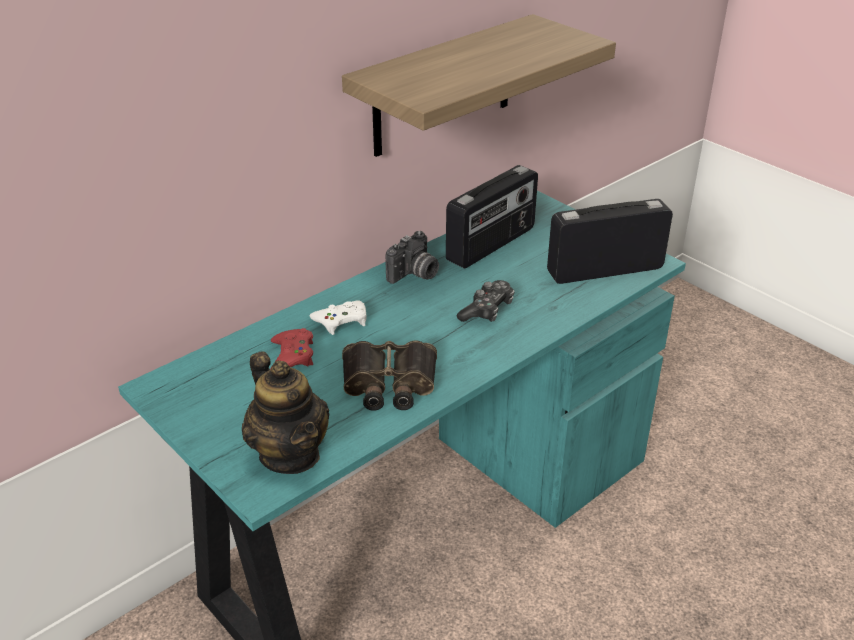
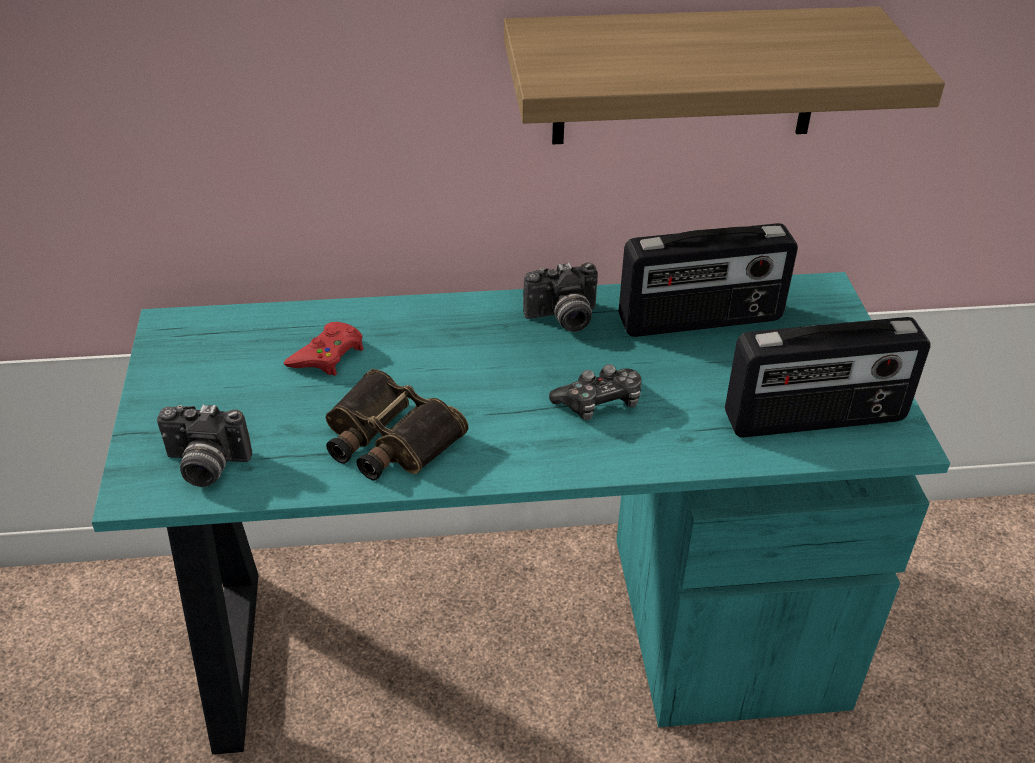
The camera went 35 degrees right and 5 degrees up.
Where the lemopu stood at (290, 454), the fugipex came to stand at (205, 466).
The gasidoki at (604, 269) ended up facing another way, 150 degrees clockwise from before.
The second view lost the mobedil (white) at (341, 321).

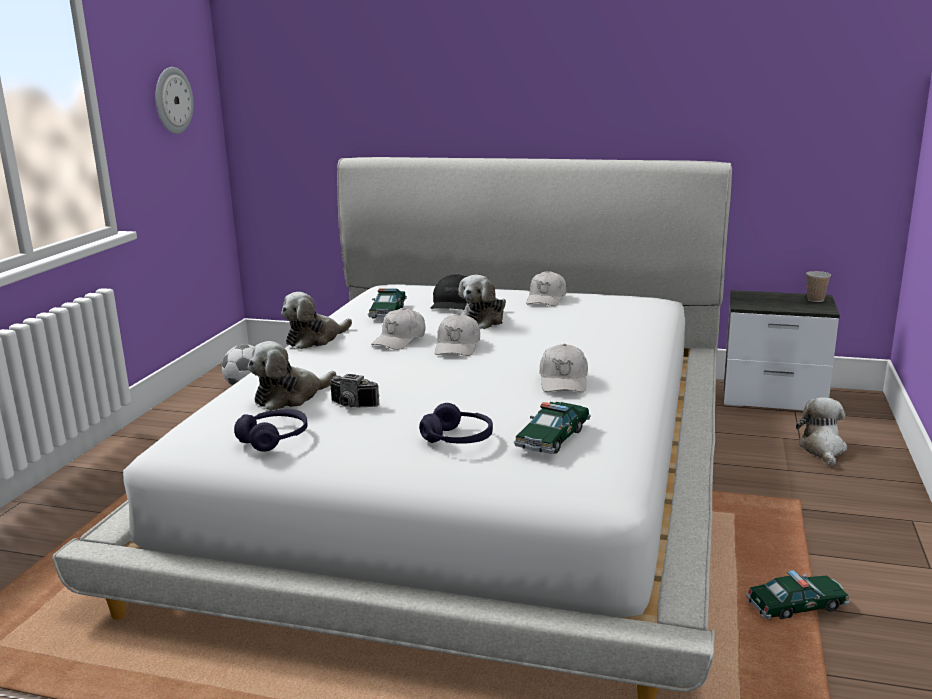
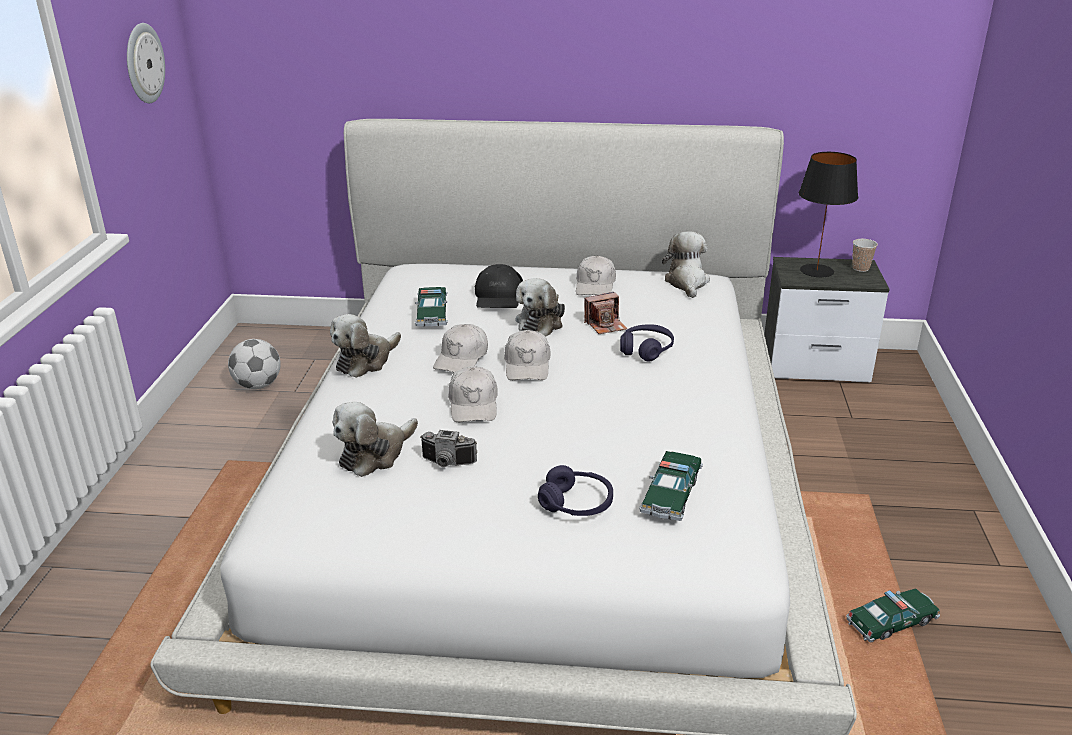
The camera went 10 degrees left and 10 degrees up.
The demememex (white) ended up elsewhere, having gone from (564, 381) to (473, 404).
The second view gained the fugipex at (605, 325).
The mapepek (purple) ended up elsewhere, having gone from (274, 438) to (646, 350).
The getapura ended up elsewhere, having gone from (822, 449) to (687, 282).
The second view gained the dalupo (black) at (816, 271).

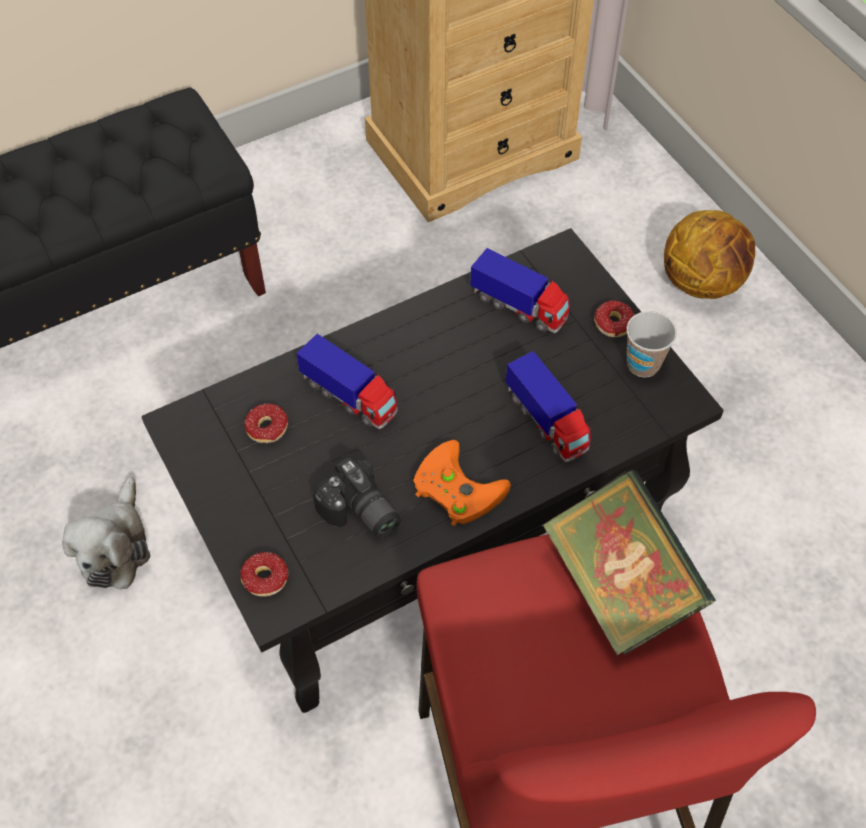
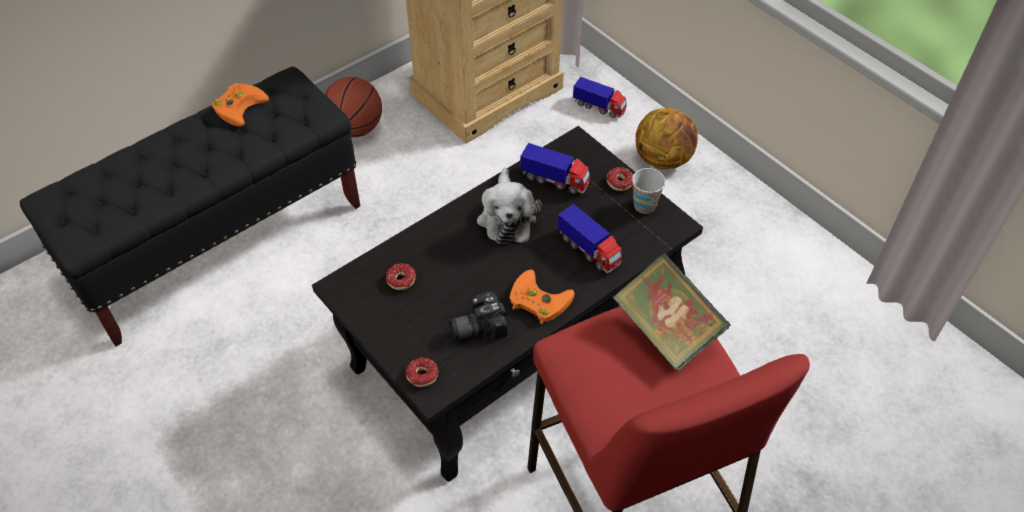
The camera went 10 degrees left and 5 degrees down.
The second view gained the mobedil (orange) at (239, 105).
The second view gained the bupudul at (355, 129).
The fugipex at (359, 514) ended up facing another way, 120 degrees clockwise from before.
The getapura ended up elsewhere, having gone from (115, 547) to (507, 217).
The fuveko ended up elsewhere, having gone from (350, 397) to (599, 107).

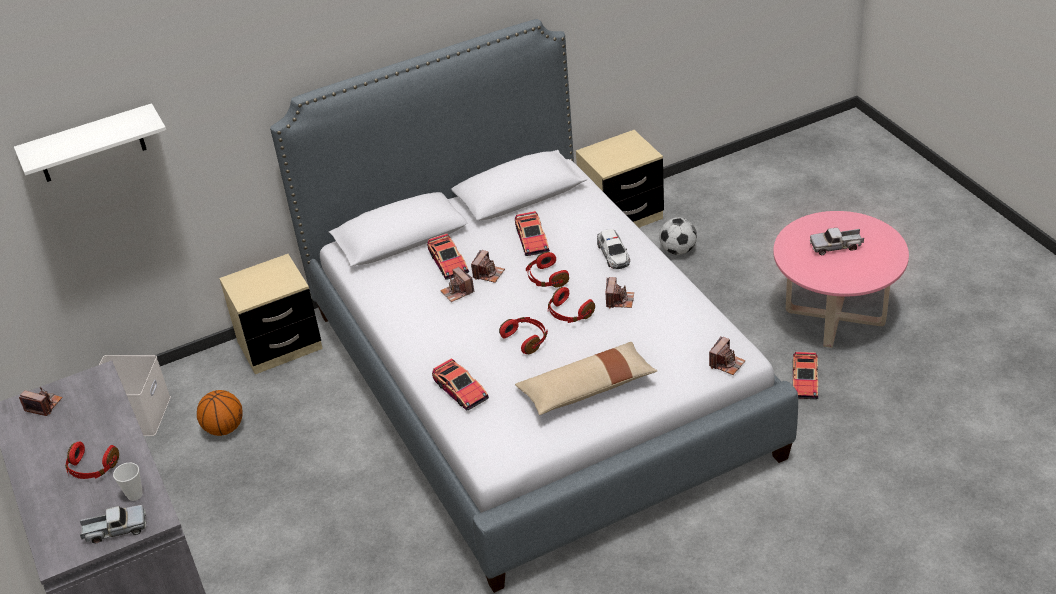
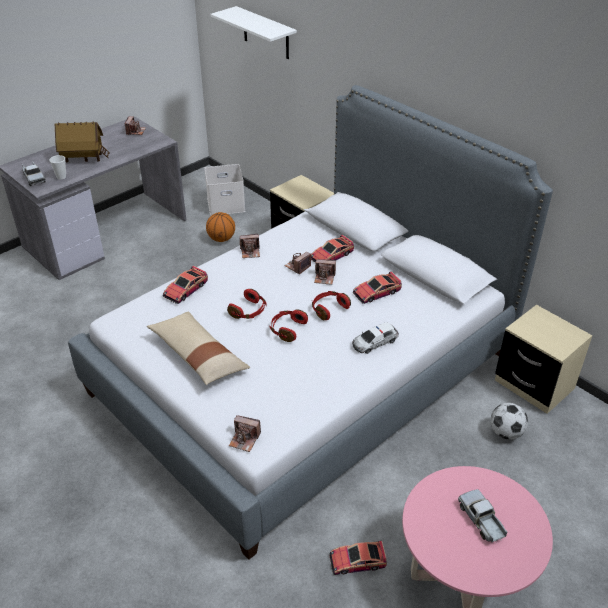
The camera went 70 degrees right and 0 degrees up.
Where the mapepek (red) stood at (92, 468), the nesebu came to stand at (84, 158).
The fugipex ended up elsewhere, having gone from (619, 300) to (250, 252).

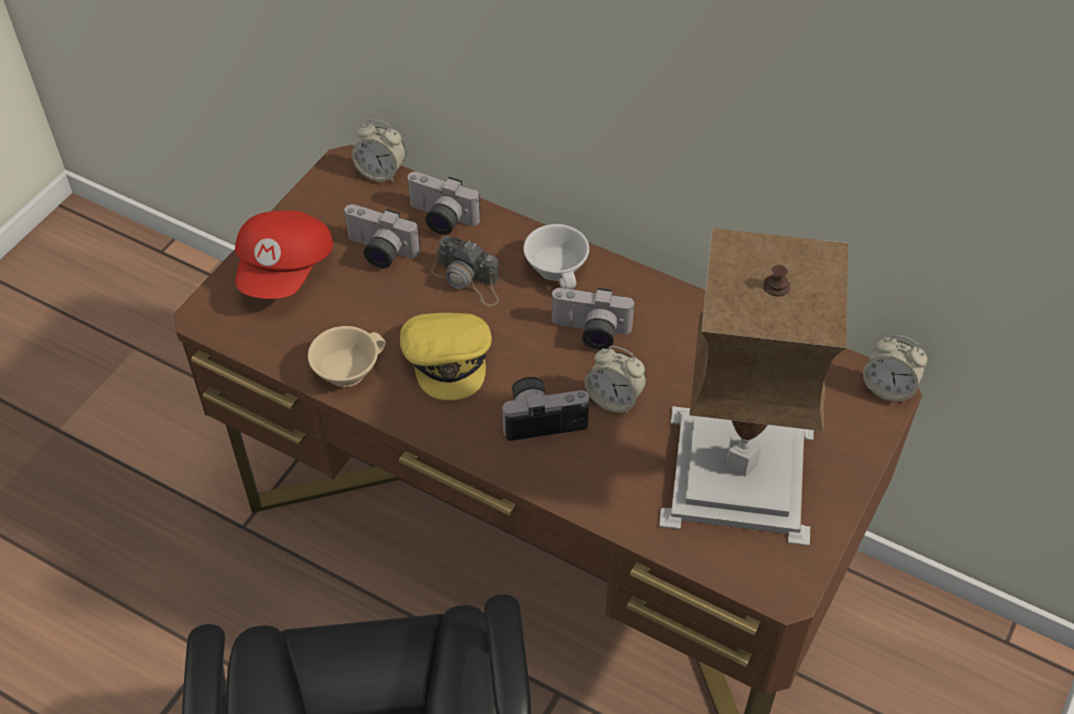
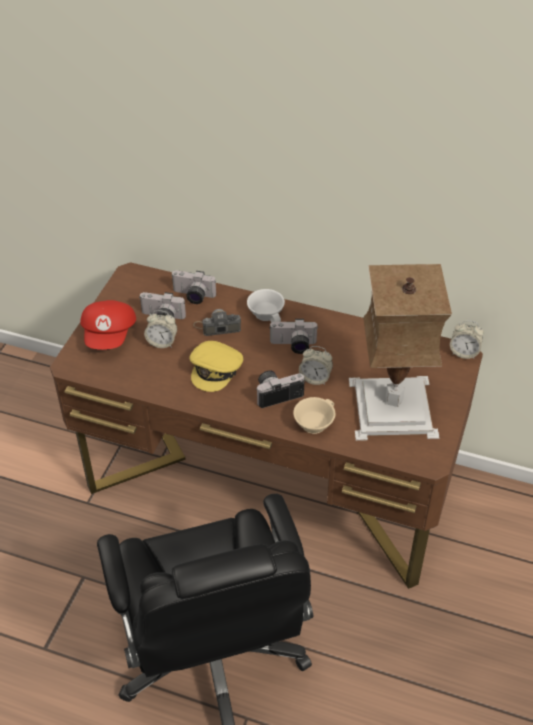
The camera went 10 degrees left and 5 degrees down.
The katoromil ended up elsewhere, having gone from (381, 172) to (162, 342).
The demememex (yellow) at (448, 358) ended up facing another way, 45 degrees clockwise from before.
The fugipex at (468, 280) ended up facing another way, 150 degrees clockwise from before.
The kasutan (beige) ended up elsewhere, having gone from (346, 368) to (313, 422).

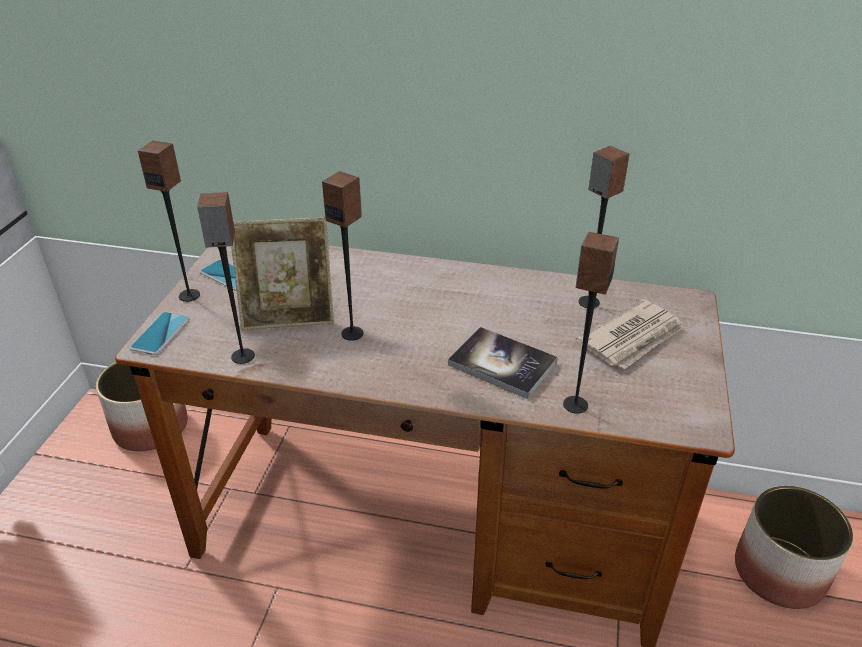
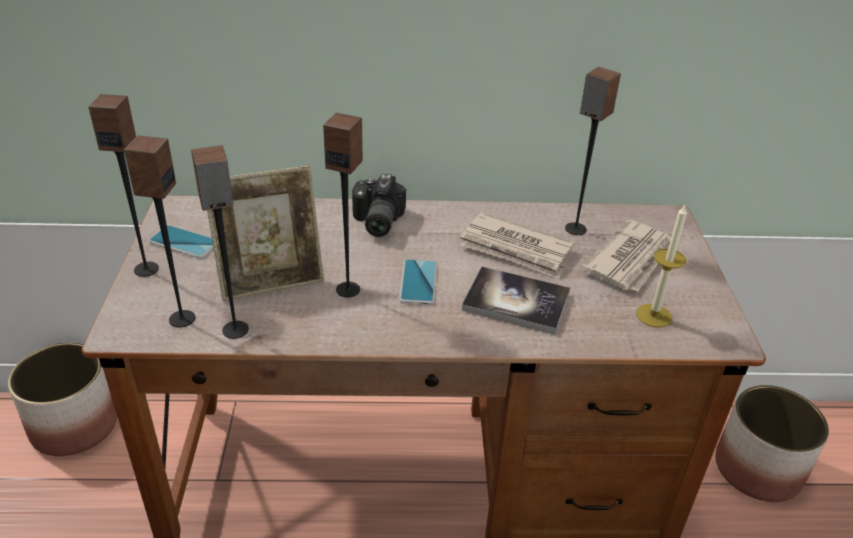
The camera went 15 degrees left and 0 degrees up.
The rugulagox ended up elsewhere, having gone from (574, 404) to (181, 319).
The second view gained the fugipex at (375, 222).
The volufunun ended up elsewhere, having gone from (160, 334) to (418, 282).
The second view gained the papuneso at (516, 249).
The second view gained the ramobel at (654, 315).

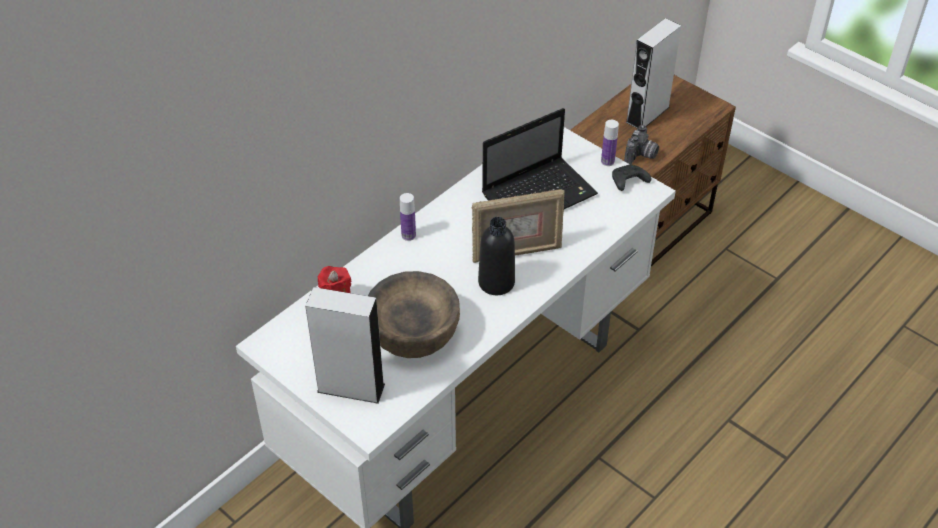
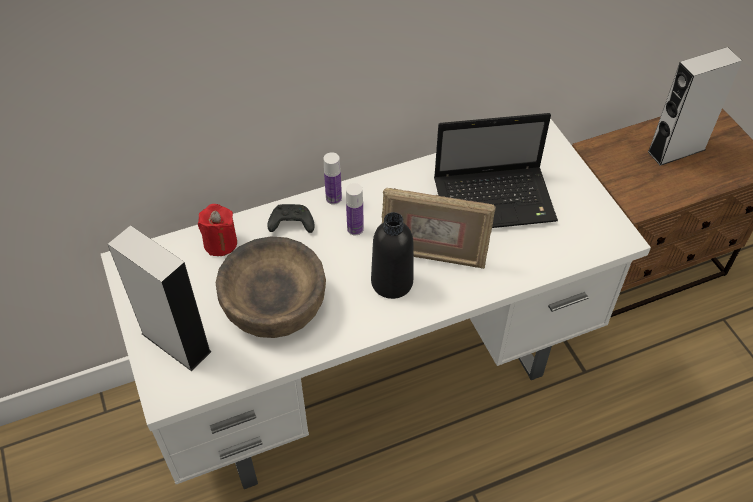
The camera went 25 degrees right and 5 degrees up.
The mobedil (black) ended up elsewhere, having gone from (628, 182) to (290, 224).
The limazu ended up elsewhere, having gone from (607, 161) to (355, 229).
The second view lost the fugipex at (641, 156).

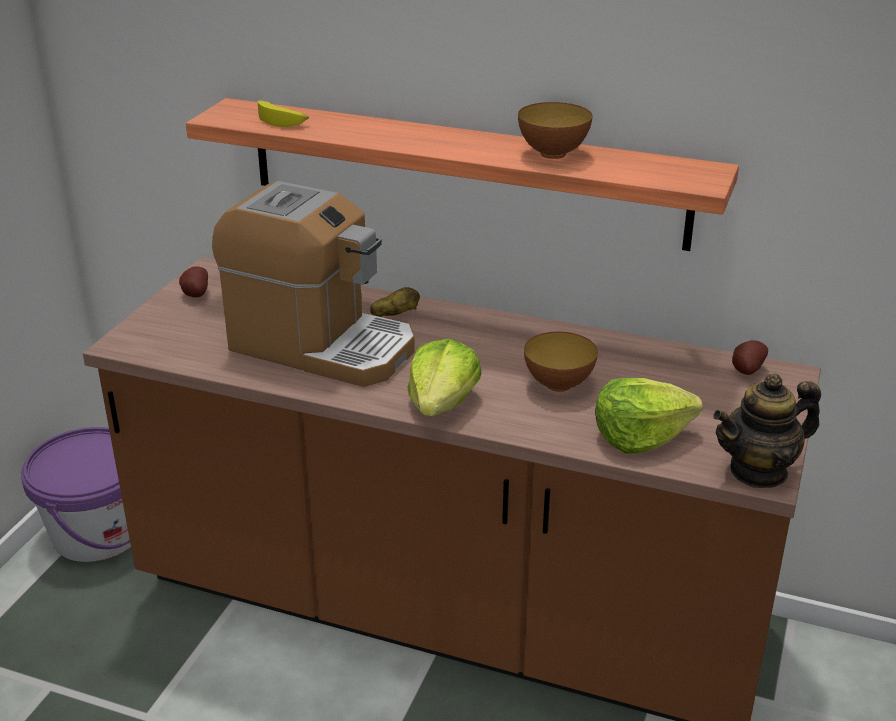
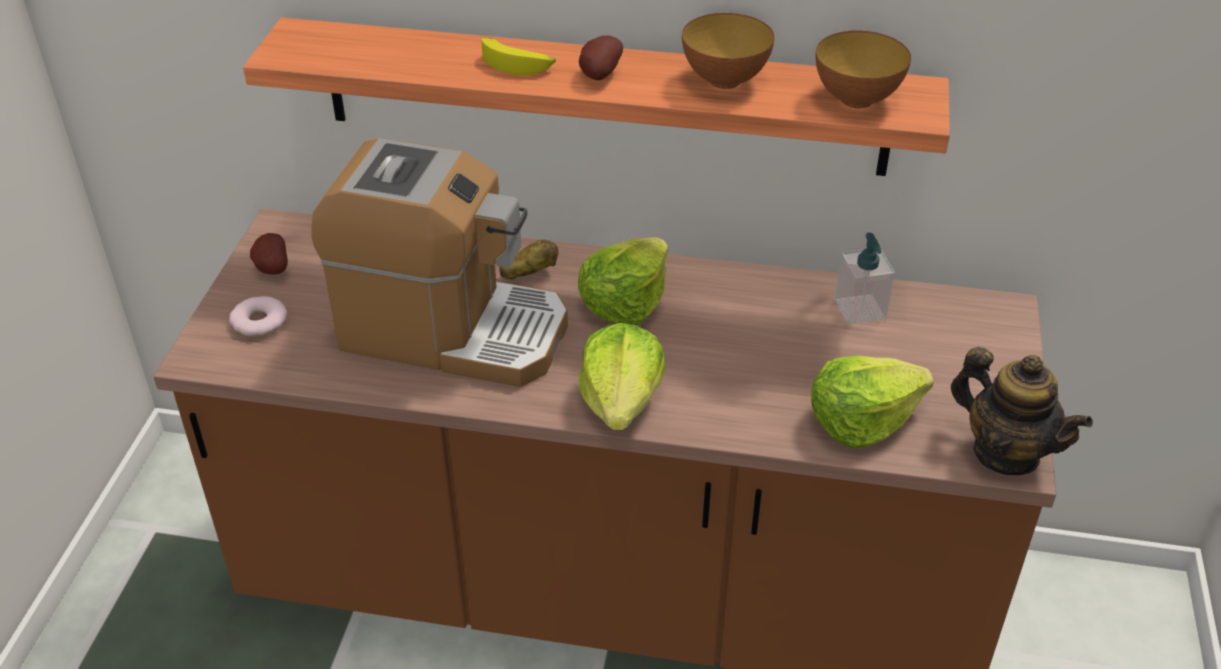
The camera went 10 degrees left and 10 degrees up.
The second view gained the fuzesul at (259, 322).
The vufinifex ended up elsewhere, having gone from (282, 121) to (517, 64).
The second view gained the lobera at (625, 302).
The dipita ended up elsewhere, having gone from (745, 370) to (598, 75).
The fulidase ended up elsewhere, having gone from (558, 385) to (856, 100).
The second view gained the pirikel at (860, 309).
The lemopu at (759, 471) ended up facing another way, 105 degrees counterclockwise from before.
The second view lost the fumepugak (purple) at (98, 533).

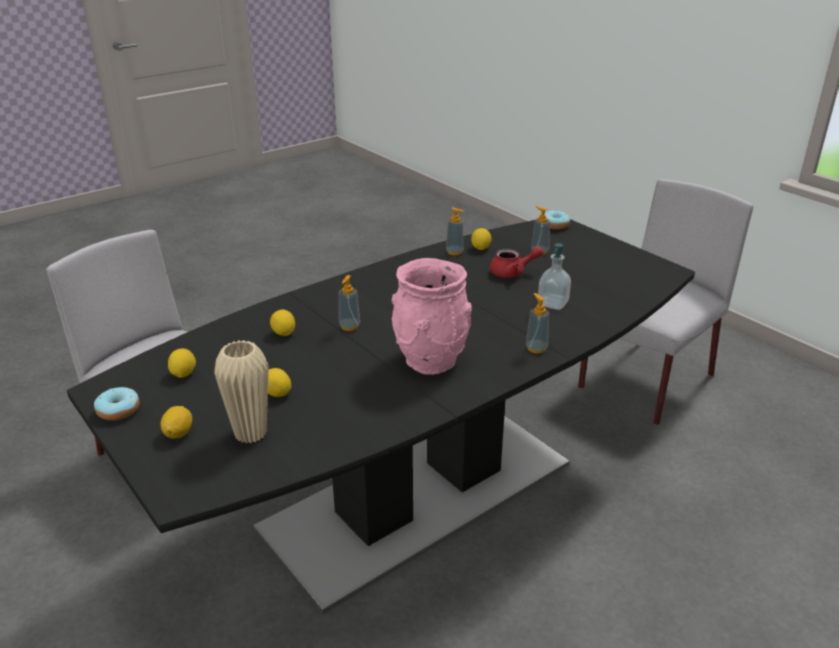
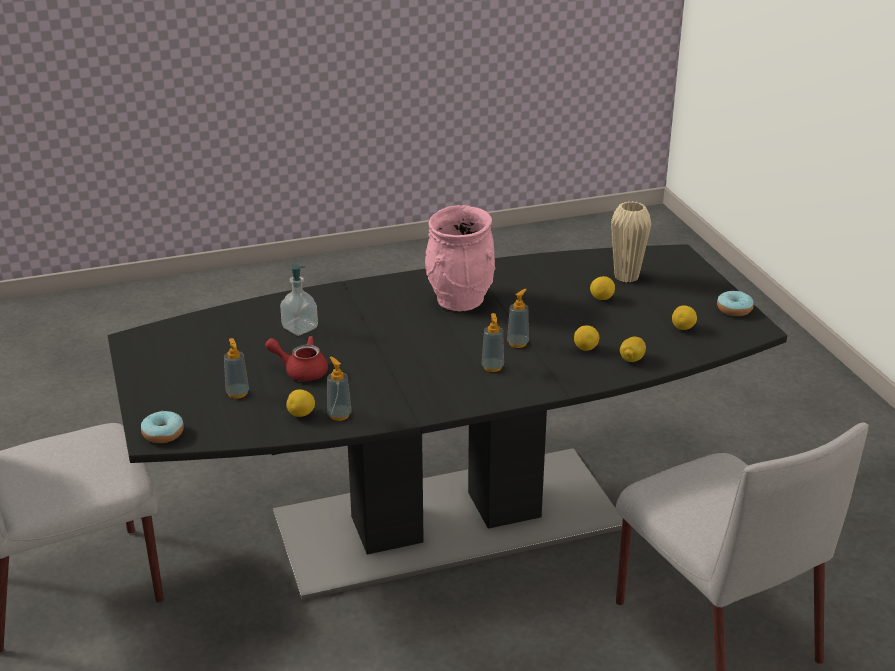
The camera went 160 degrees left and 0 degrees up.
The pirikel ended up elsewhere, having gone from (536, 348) to (492, 367).
The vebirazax ended up elsewhere, having gone from (178, 433) to (631, 359).

